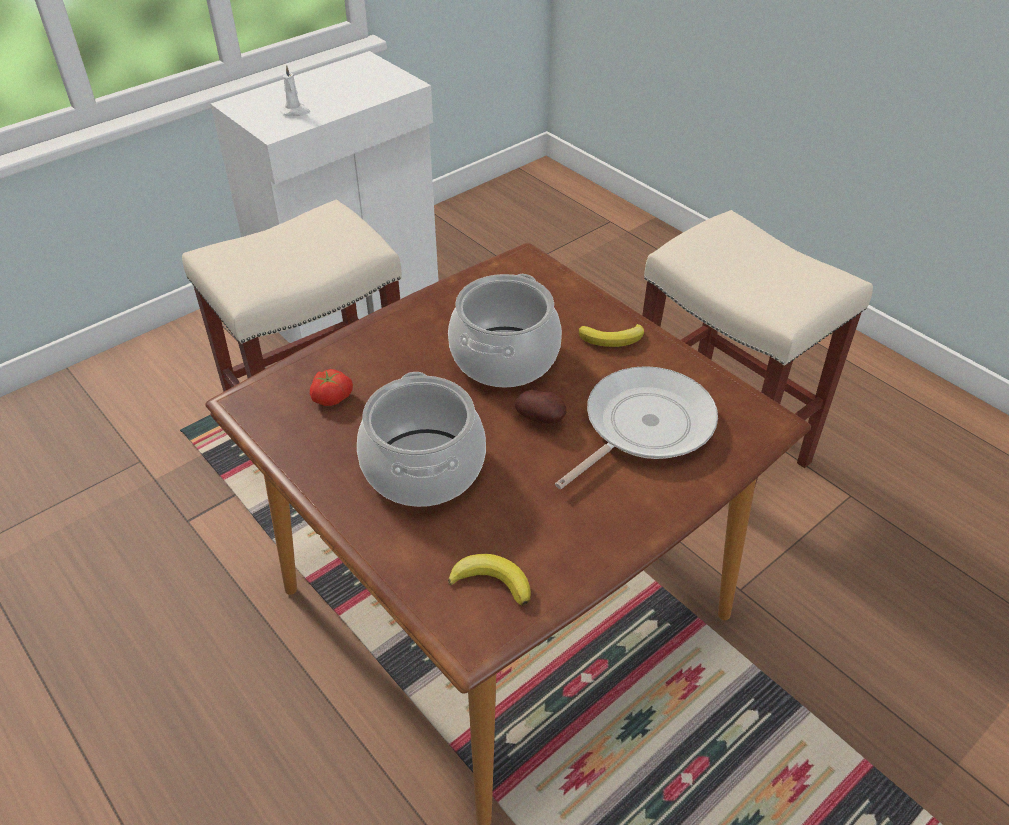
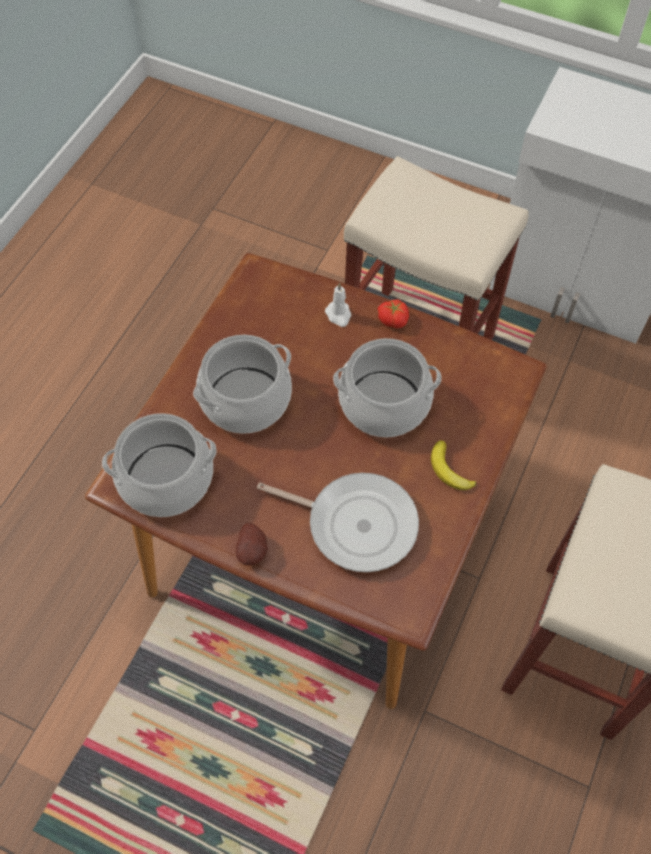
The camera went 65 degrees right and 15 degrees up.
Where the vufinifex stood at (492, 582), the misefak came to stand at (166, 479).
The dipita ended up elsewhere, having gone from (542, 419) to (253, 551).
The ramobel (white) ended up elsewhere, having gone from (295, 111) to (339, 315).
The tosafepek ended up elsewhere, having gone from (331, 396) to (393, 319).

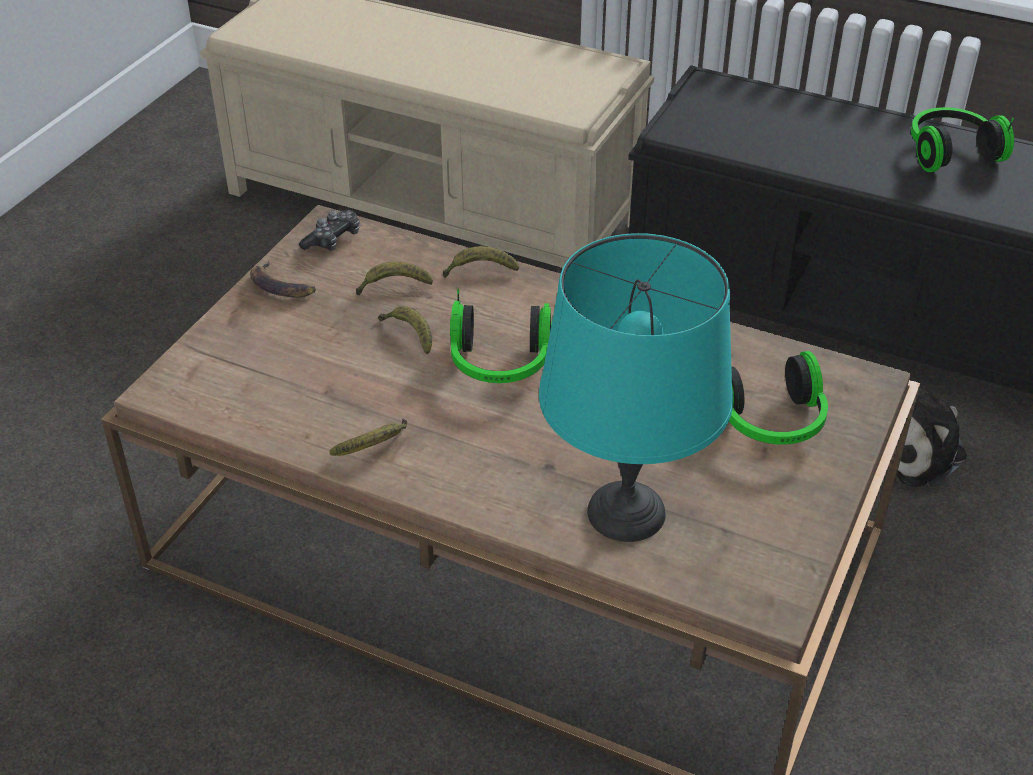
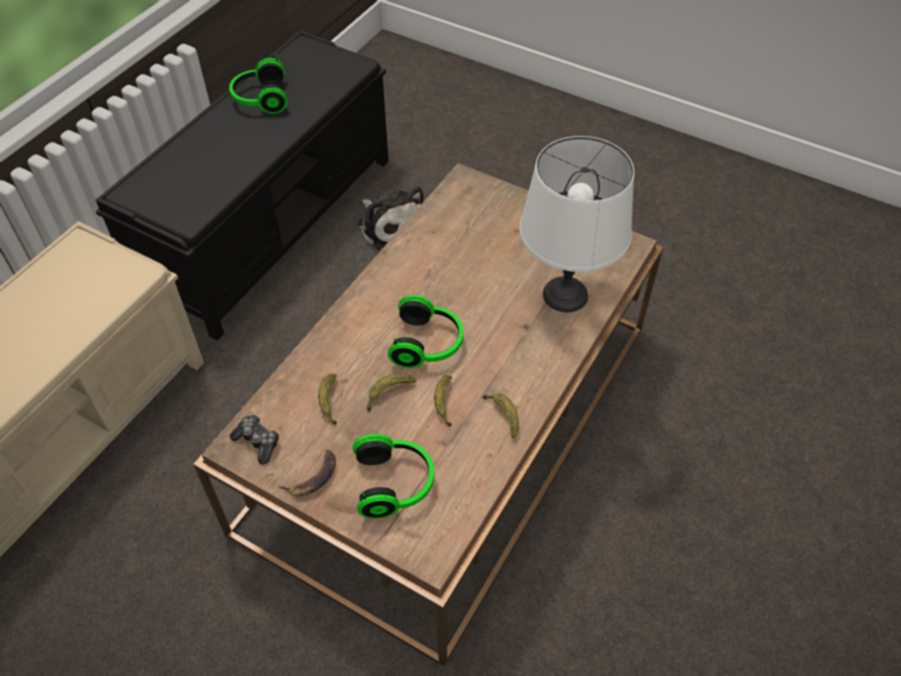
The camera went 85 degrees left and 10 degrees up.
The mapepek ended up elsewhere, having gone from (770, 423) to (395, 483).
The vufinifex ended up elsewhere, having gone from (480, 270) to (443, 403).
What was the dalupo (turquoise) at (624, 511) turned into the dalupo (white) at (564, 295).

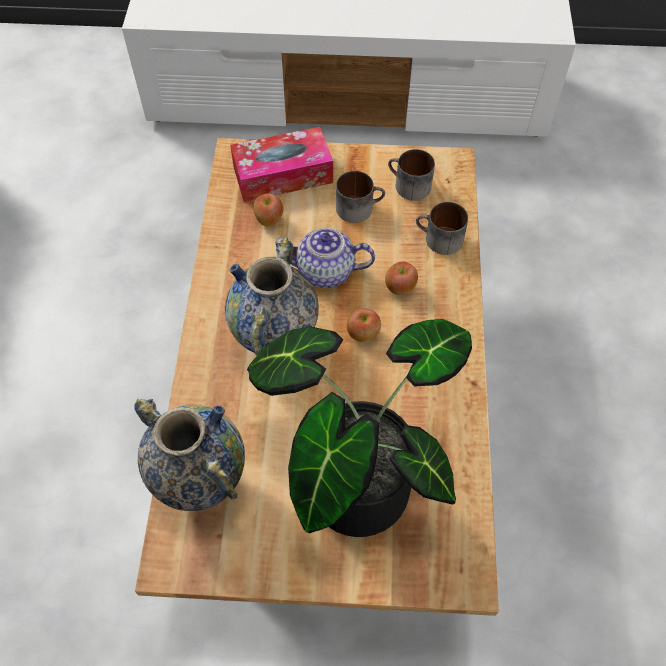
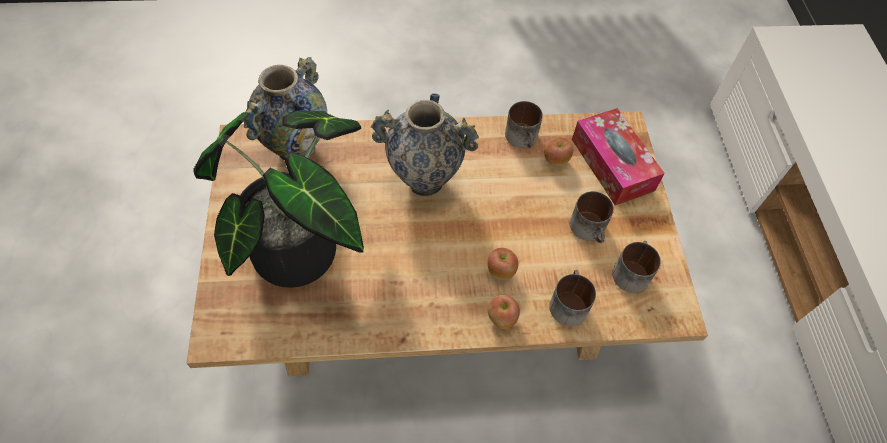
The camera went 80 degrees right and 0 degrees up.
The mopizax ended up elsewhere, having gone from (363, 334) to (501, 318).
The second view gained the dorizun at (524, 138).
The second view lost the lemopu at (326, 271).

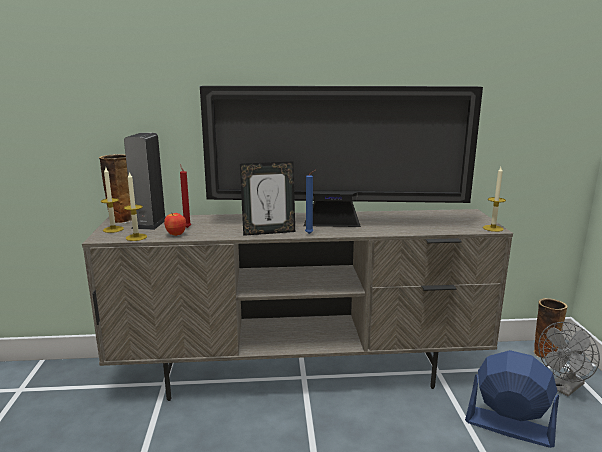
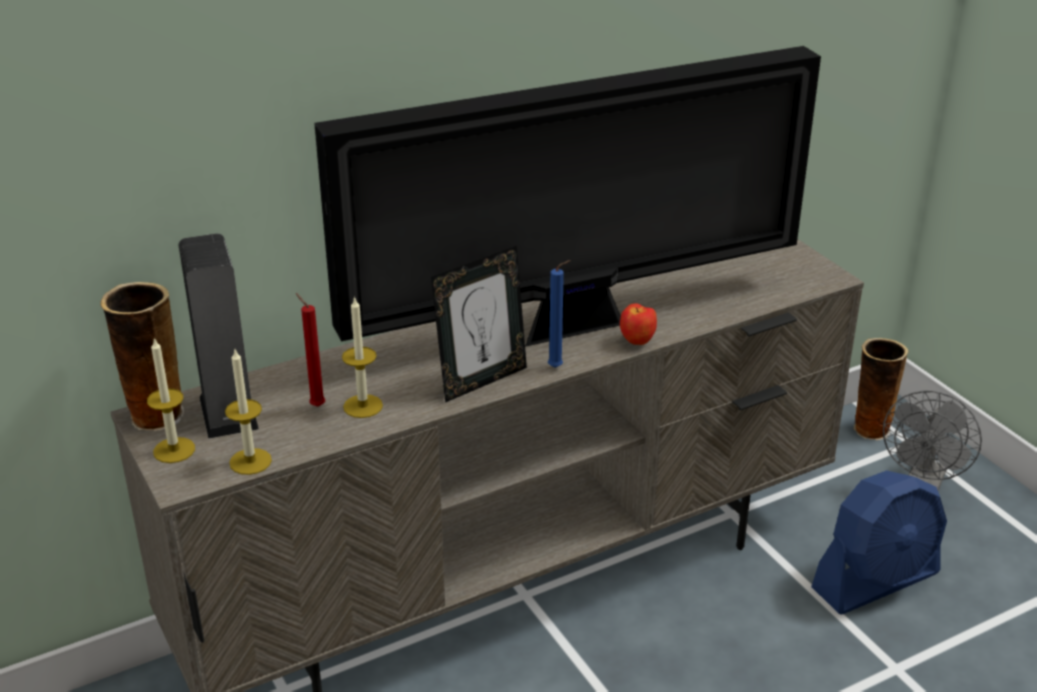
The camera went 25 degrees left and 15 degrees up.
The ramobel ended up elsewhere, having gone from (493, 228) to (363, 406).
The mopizax ended up elsewhere, having gone from (176, 235) to (637, 342).
The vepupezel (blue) at (508, 426) ended up facing another way, 150 degrees clockwise from before.

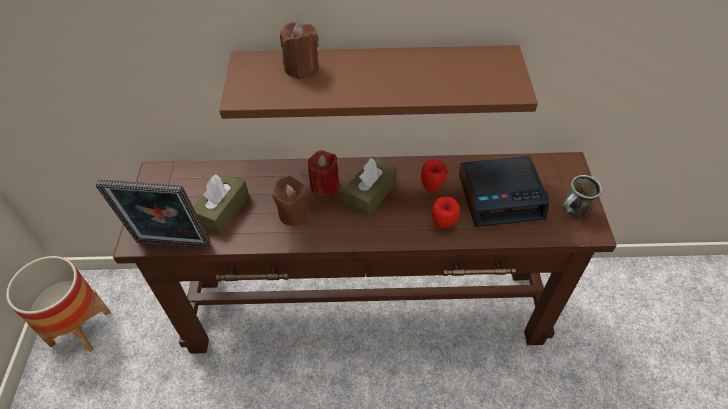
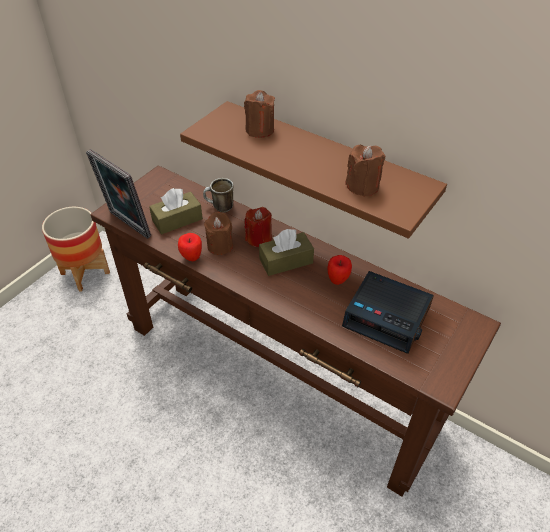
The camera went 35 degrees right and 5 degrees down.
The mopizax ended up elsewhere, having gone from (443, 224) to (192, 258).
The dorizun ended up elsewhere, having gone from (573, 212) to (219, 208).
The second view gained the ramobel (brown) at (362, 186).

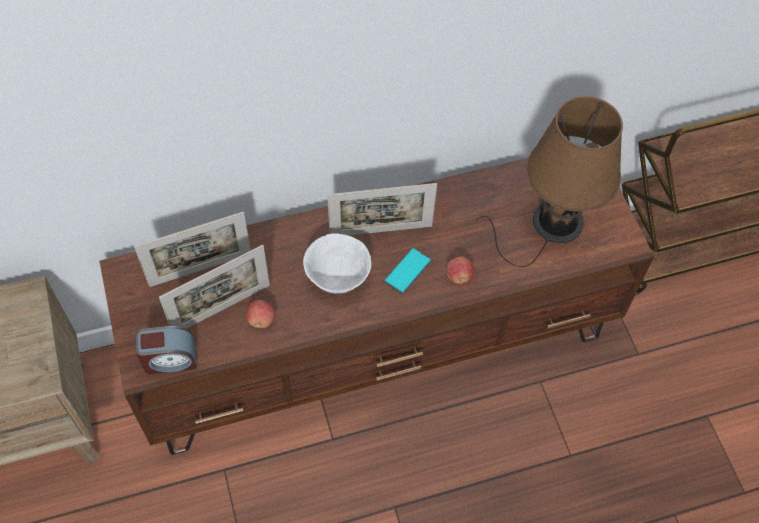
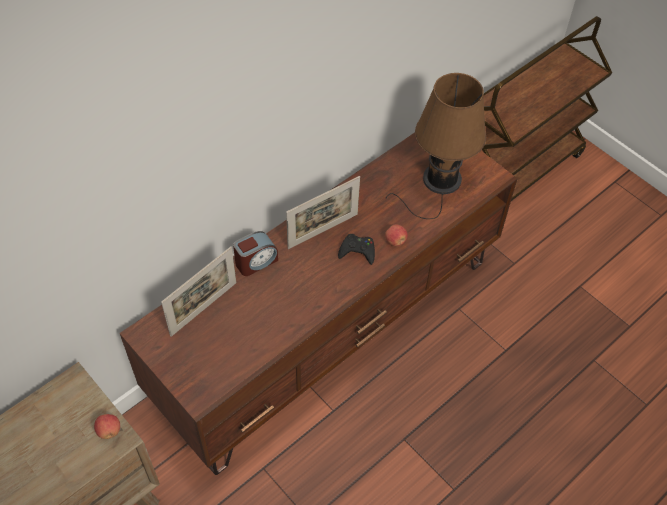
The camera went 25 degrees left and 5 degrees down.
The mopizax ended up elsewhere, having gone from (261, 319) to (109, 430).
The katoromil ended up elsewhere, having gone from (169, 359) to (256, 262).
Where the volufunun stood at (407, 271), the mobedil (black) came to stand at (357, 251).
The second view lost the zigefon at (221, 309).
The second view lost the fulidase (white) at (337, 278).

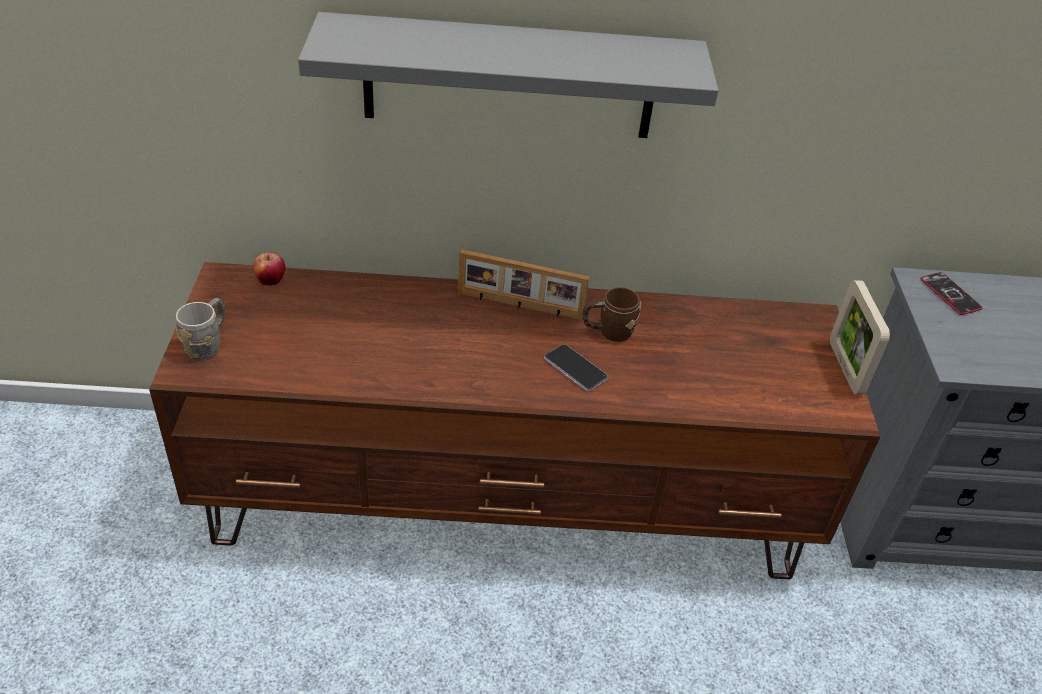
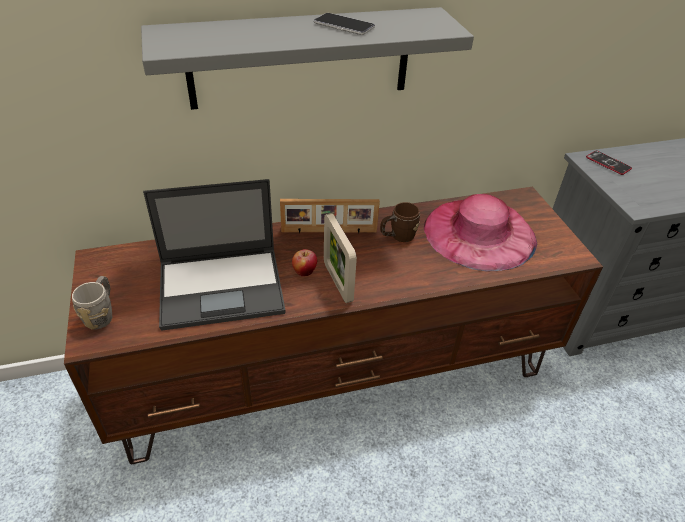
The camera went 15 degrees left and 0 degrees up.
The second view gained the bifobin at (223, 287).
The mopizax ended up elsewhere, having gone from (271, 281) to (304, 272).
The volufunun ended up elsewhere, having gone from (575, 368) to (344, 25).
The zigefon ended up elsewhere, having gone from (845, 368) to (337, 282).
The second view gained the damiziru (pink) at (479, 233).

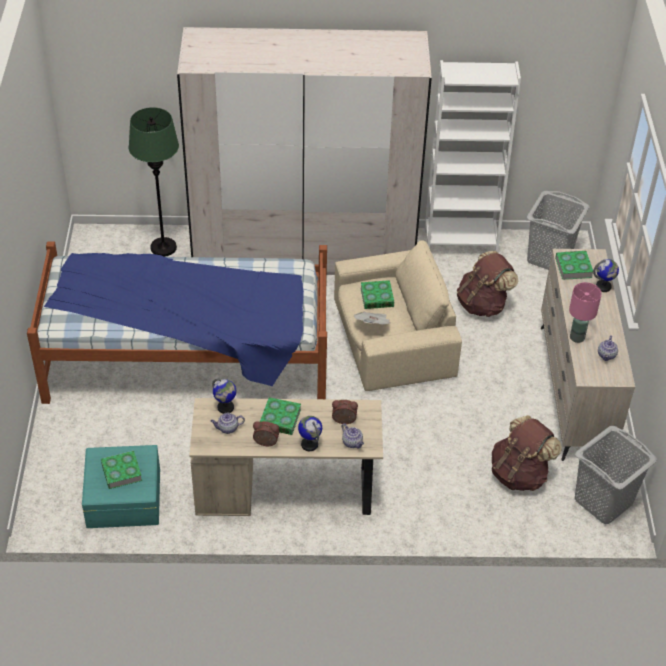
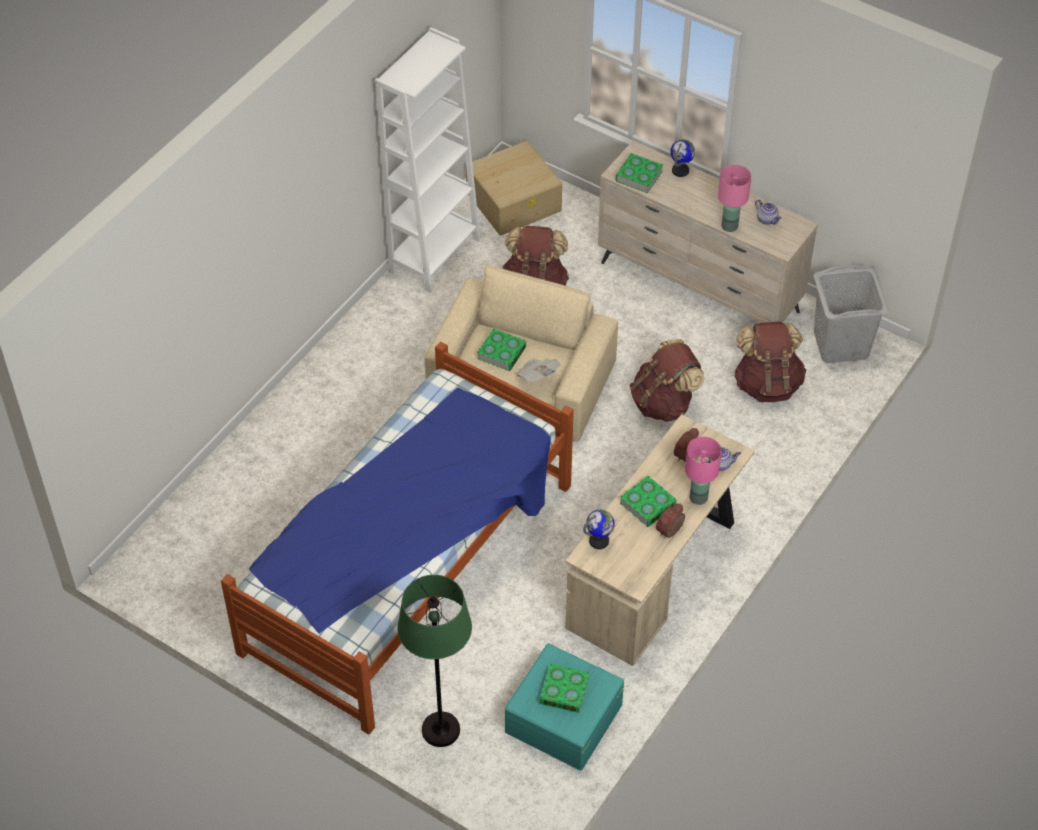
The camera went 55 degrees left and 5 degrees up.
The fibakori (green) ended up elsewhere, having gone from (163, 247) to (440, 730).
Where the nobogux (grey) stood at (550, 257), the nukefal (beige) came to stand at (514, 201).
The second view gained the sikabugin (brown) at (664, 403).
Where the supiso stood at (309, 444), the dalupo (pink) came to stand at (698, 498).
The second view lost the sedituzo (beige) at (304, 252).
The second view lost the lemopu at (227, 428).

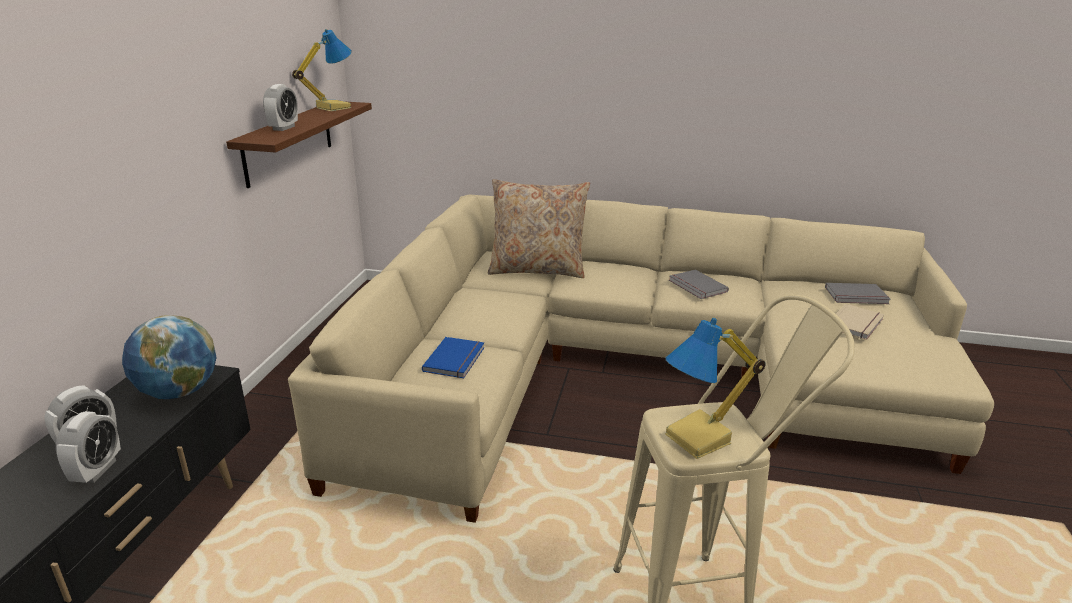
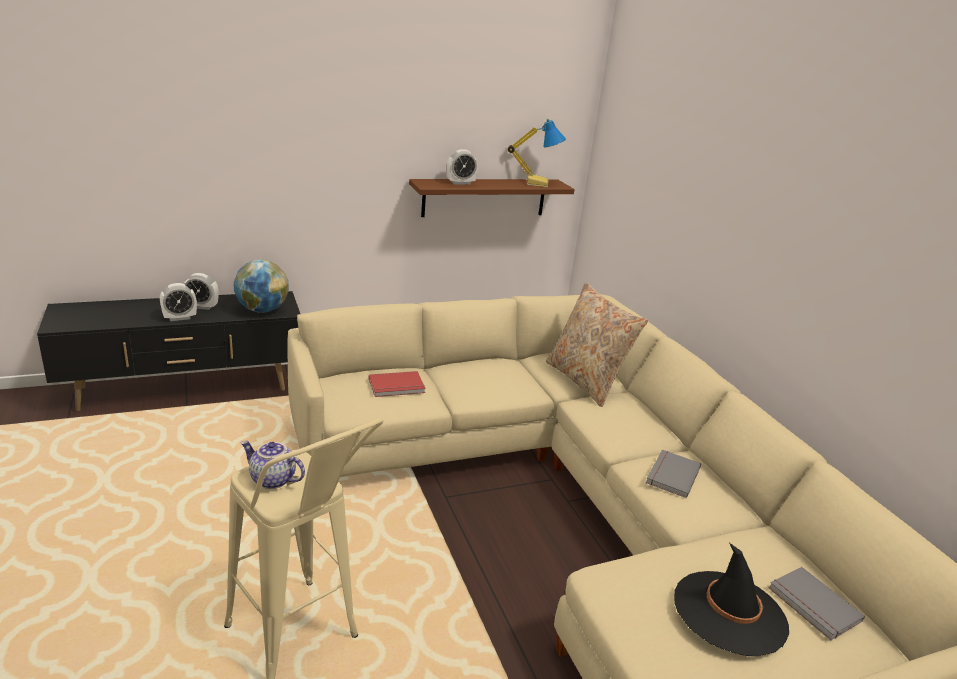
The camera went 55 degrees right and 0 degrees up.
Where the dalupo stood at (700, 439), the lemopu came to stand at (272, 480).
What was the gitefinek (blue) at (456, 359) turned into the gitefinek (red) at (397, 387).
Where the gitefinek (beige) stood at (857, 324), the damiziru (black) came to stand at (729, 612).

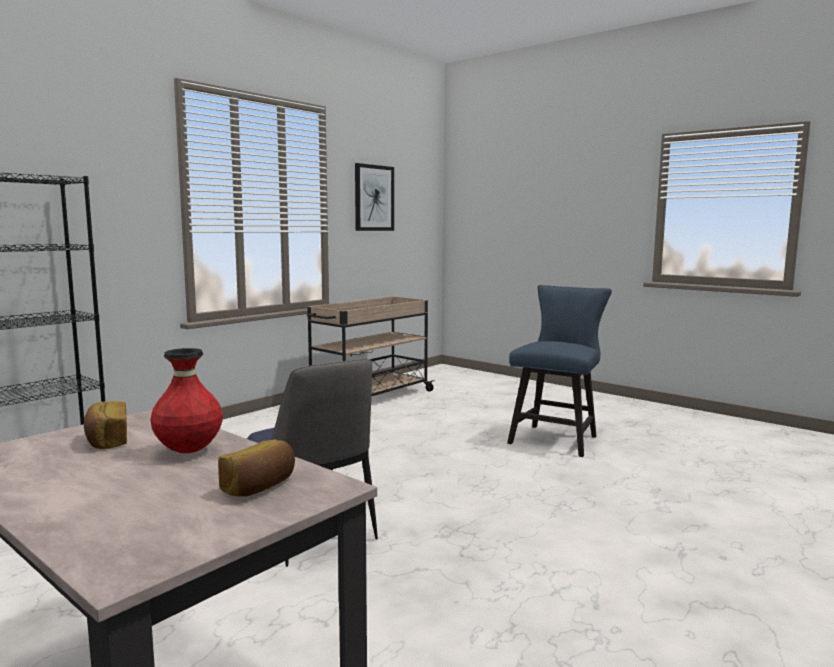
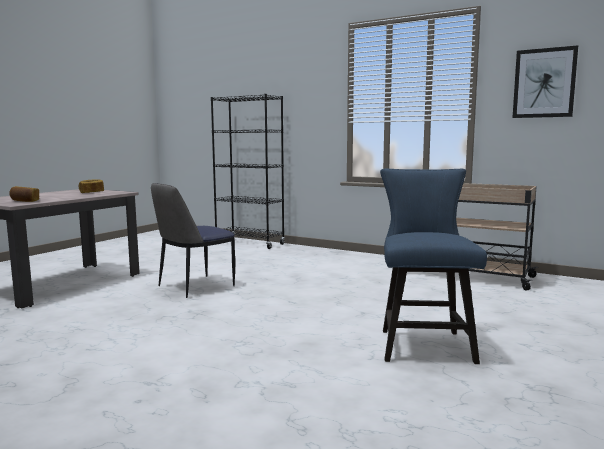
The camera went 80 degrees right and 0 degrees up.
The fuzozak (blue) at (556, 438) ended up facing another way, 105 degrees counterclockwise from before.
The second view lost the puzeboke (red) at (189, 451).

